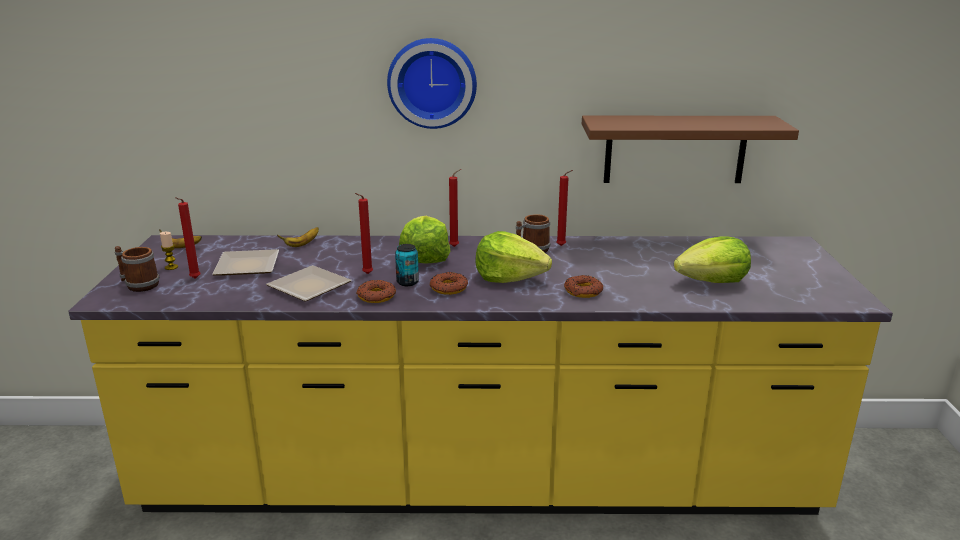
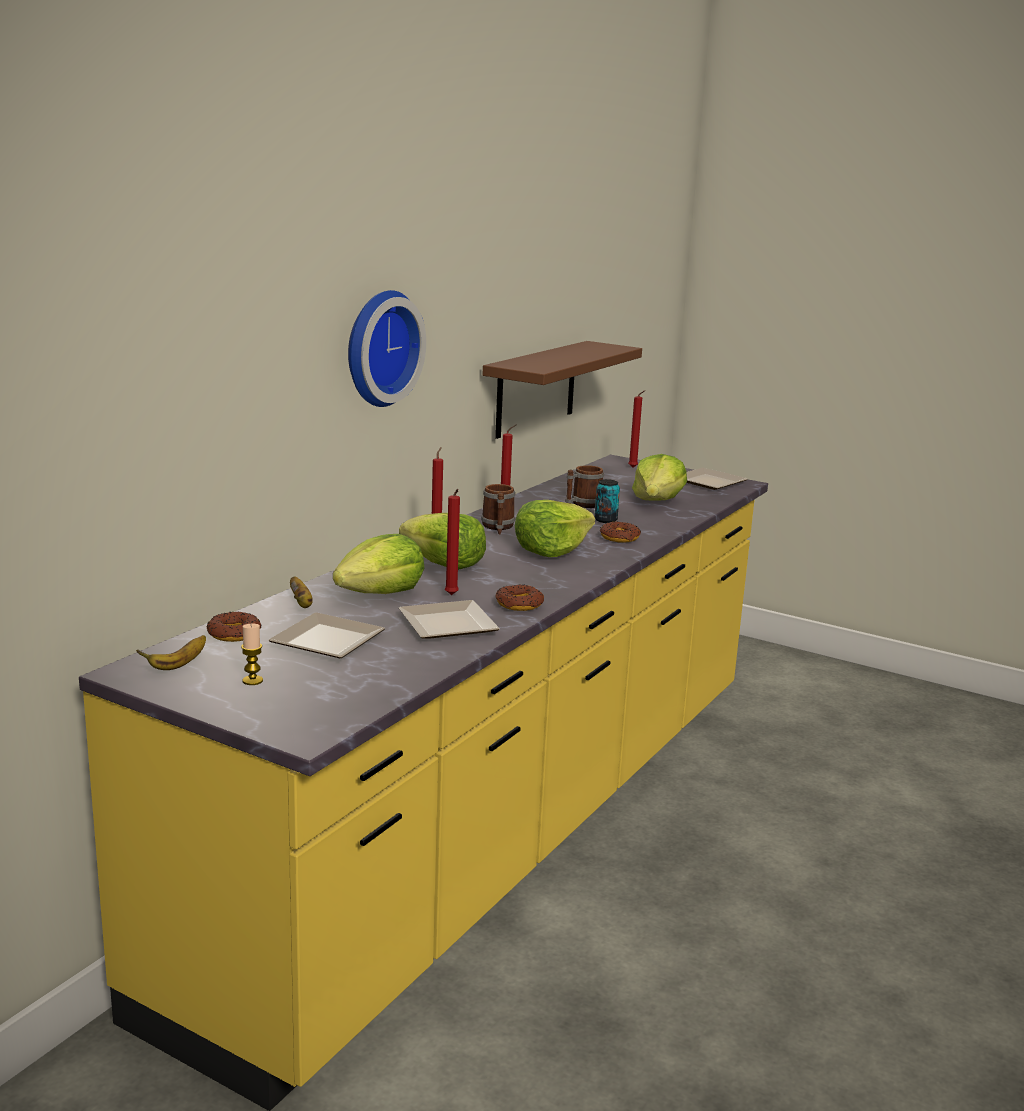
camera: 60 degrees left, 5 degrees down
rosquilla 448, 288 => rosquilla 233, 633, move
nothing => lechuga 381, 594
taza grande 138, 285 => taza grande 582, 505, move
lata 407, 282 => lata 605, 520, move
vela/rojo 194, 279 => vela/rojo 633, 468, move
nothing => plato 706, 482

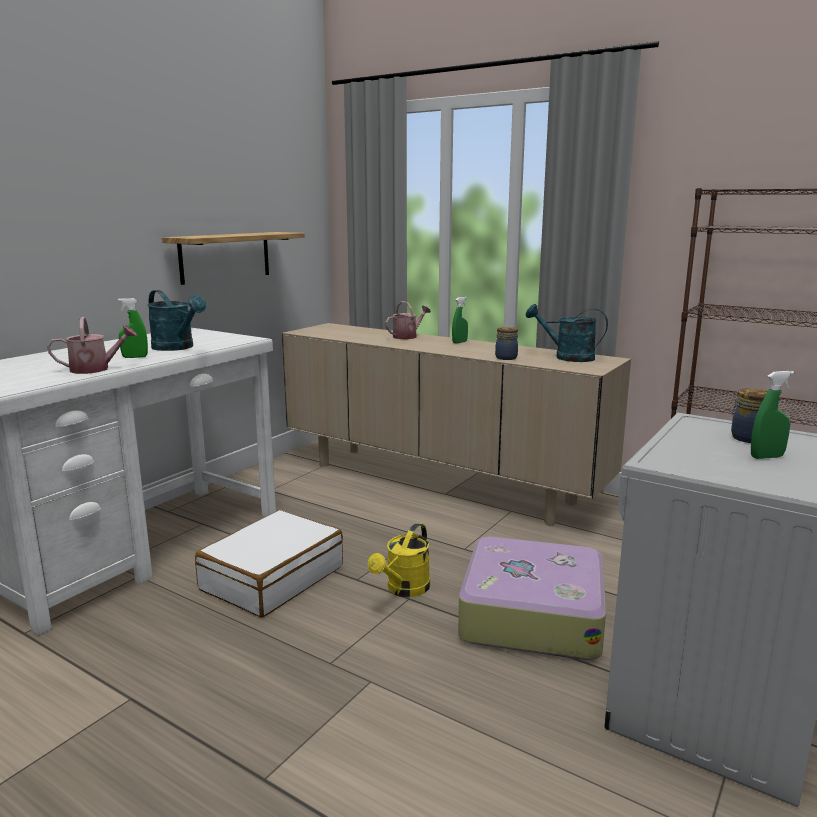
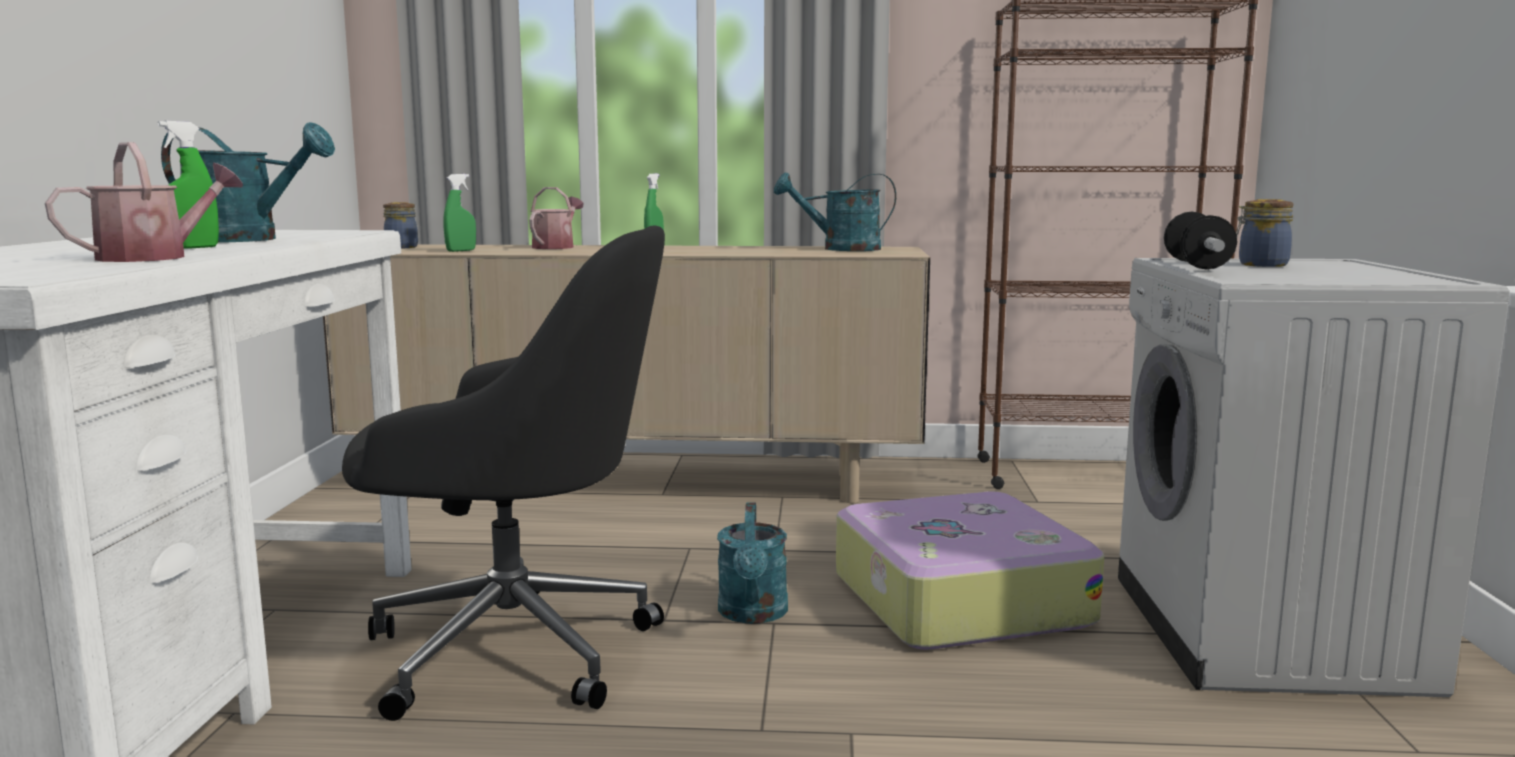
camera: 30 degrees left, 5 degrees down
maleta/blanco 272, 578 => silla de oficina/negro 516, 651
tarro 506, 358 => tarro 402, 247, move
pulverizador/verde 767, 457 => pulverizador/verde 461, 251, move
regadera/amarillo 404, 590 => regadera/turquesa 753, 614
nothing => mancuerna 1196, 265
estante 225, 257 => nothing

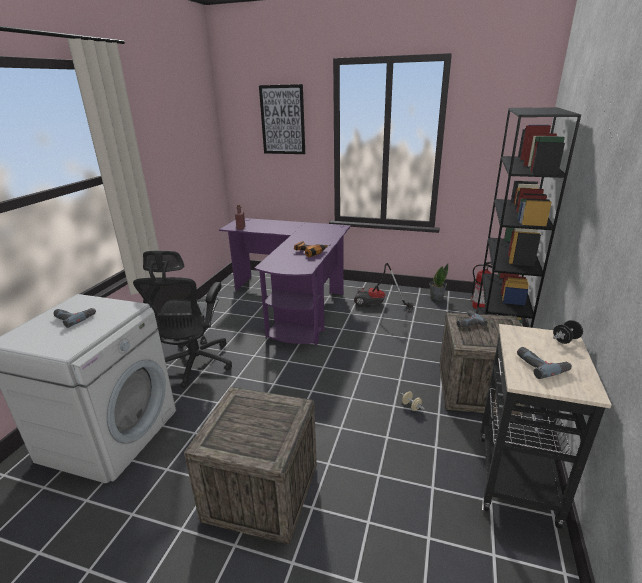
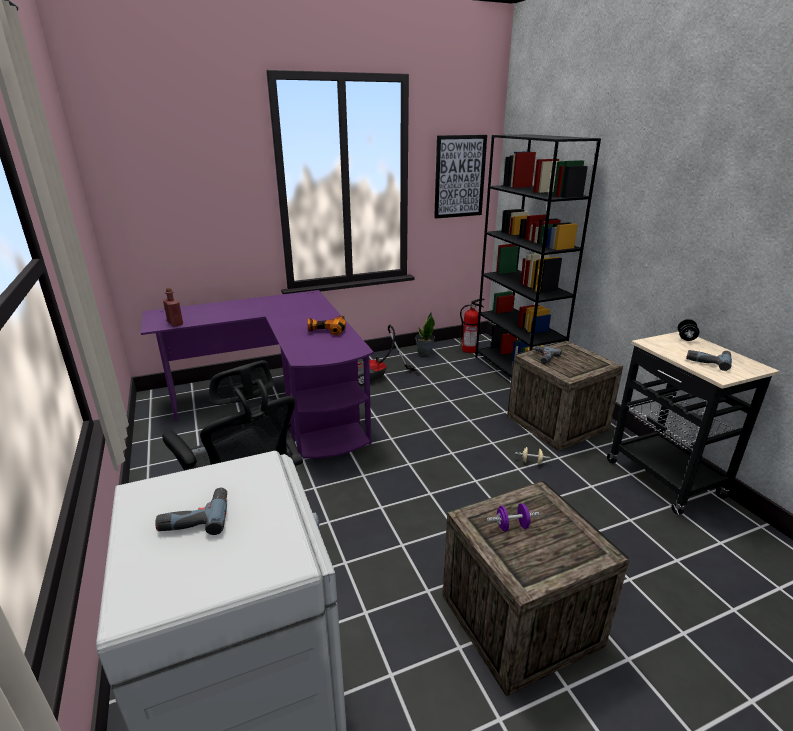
camera: 40 degrees left, 0 degrees up
cuadro 282, 120 => cuadro 459, 177, move
nothing => mancuerna/morado 512, 526

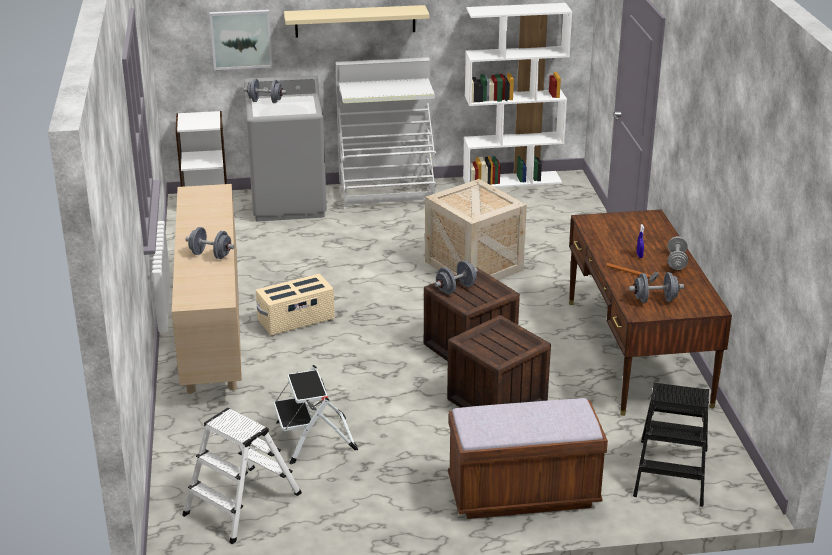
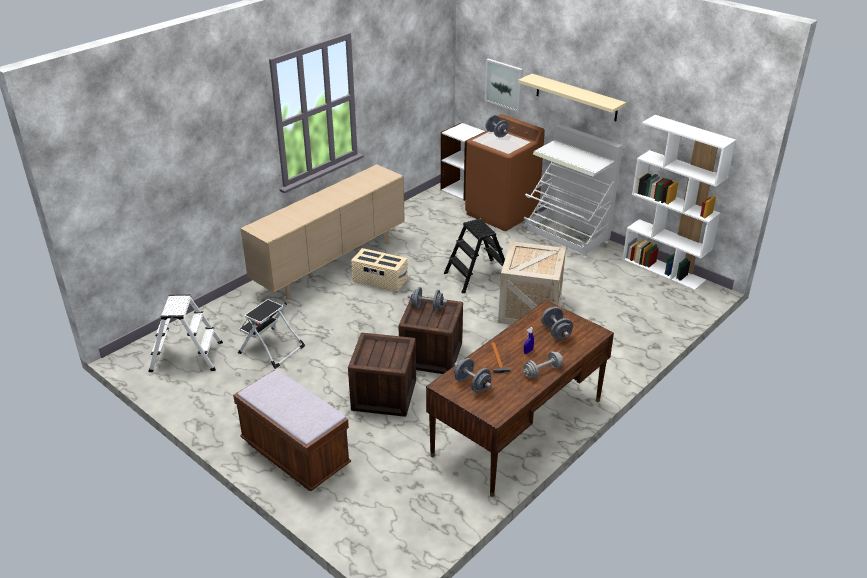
camera: 50 degrees right, 5 degrees up
escalera de tijera/negro 671, 471 => escalera de tijera/negro 477, 276, move
lavadora/gris 289, 203 => lavadora/marrón 502, 213
mancuerna/gris 210, 255 => mancuerna/gris 556, 332, move

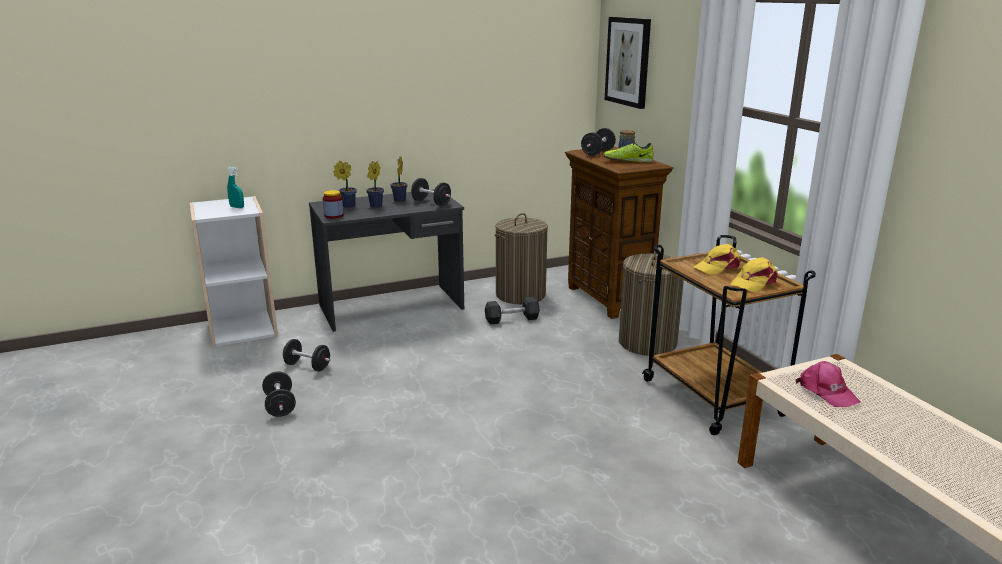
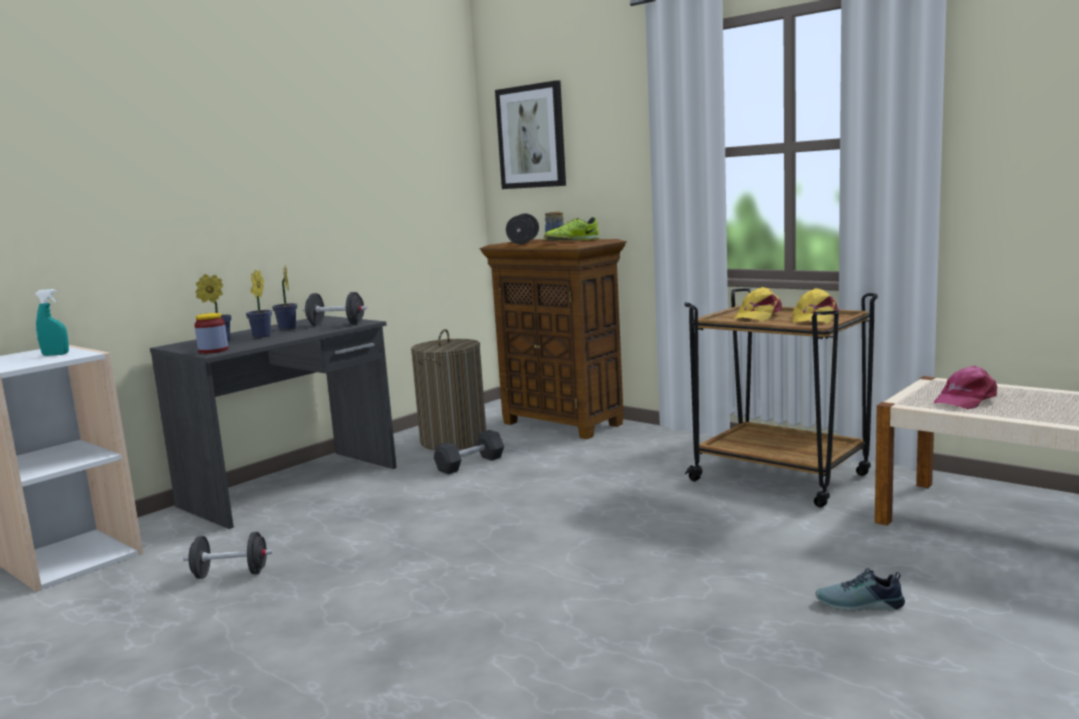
camera: 25 degrees left, 10 degrees down
nothing => zapato 860, 605
gorra/rosa 827, 392 => gorra/rosa 965, 400, 105 degrees clockwise
mancuerna/negro 280, 406 => nothing
cesto de la ropa 647, 342 => nothing

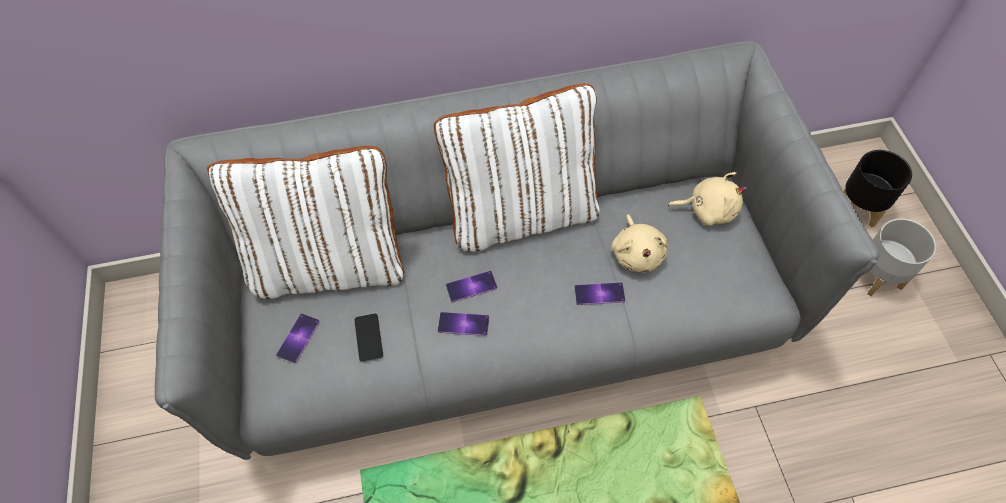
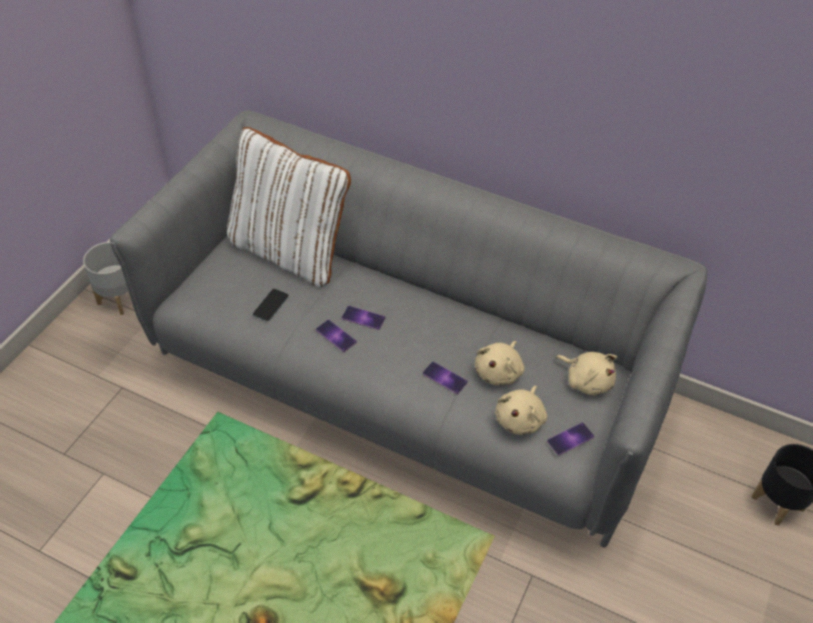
camera: 35 degrees right, 10 degrees down
maceta/gris 877, 276 => maceta/gris 120, 298, move
nothing => peluche/beis 520, 419
móvil 298, 338 => móvil 570, 439, move
cojín/blanco 522, 214 => nothing

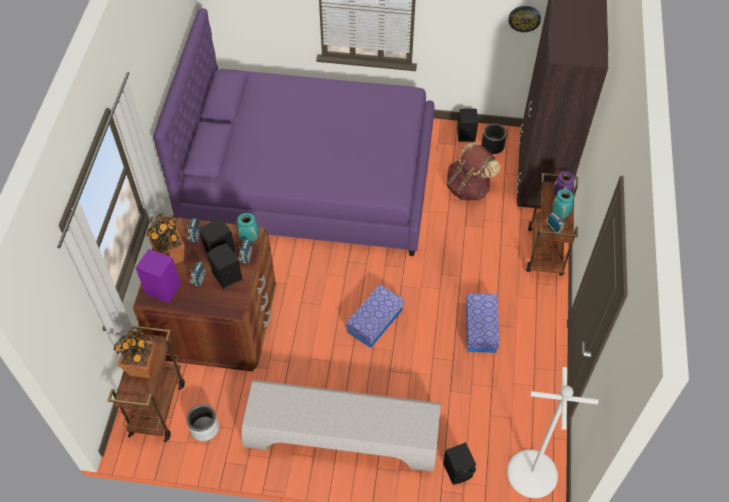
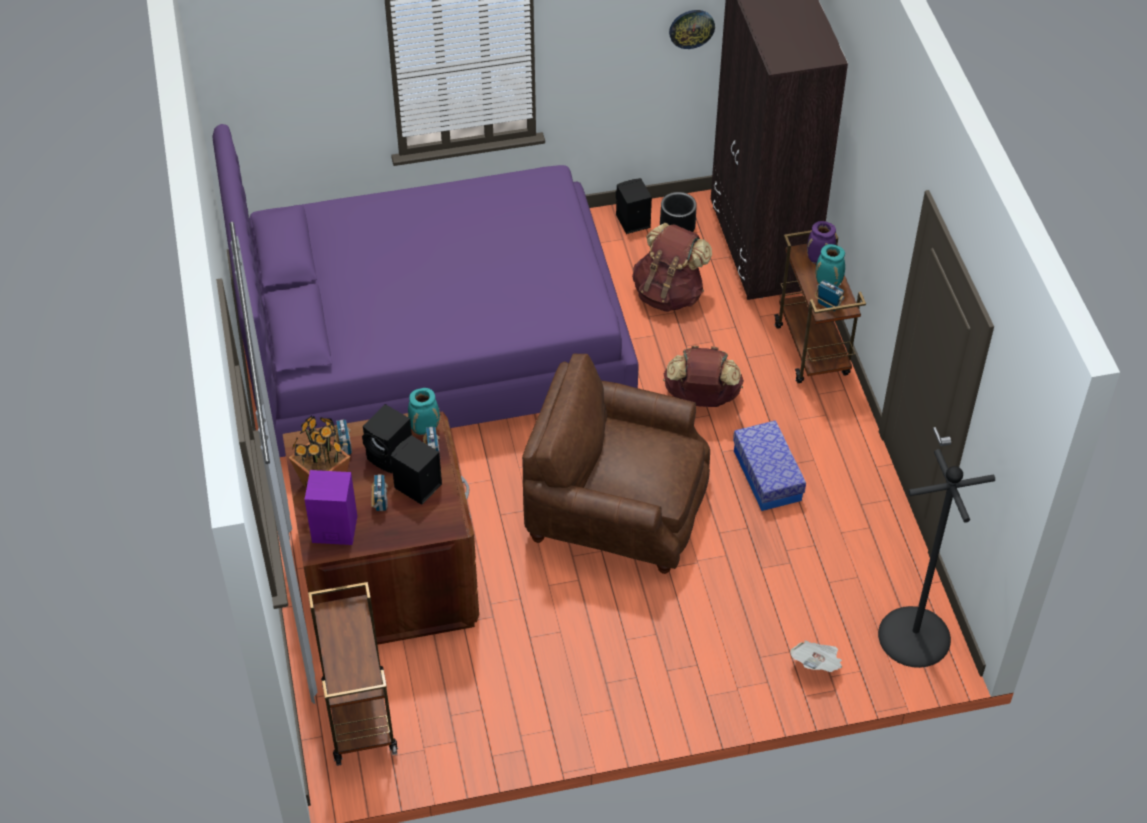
camera: 20 degrees left, 5 degrees down
caja de almacenaje 375, 321 => sillón/marrón 617, 509
nothing => mochila/marrón 701, 398
altavoz/negro 458, 470 => periódico 817, 663
perchero/blanco 532, 473 => perchero/negro 914, 636
planta en maceta 143, 367 => nothing
maceta/gris 205, 428 => nothing
banco/gris 342, 435 => nothing

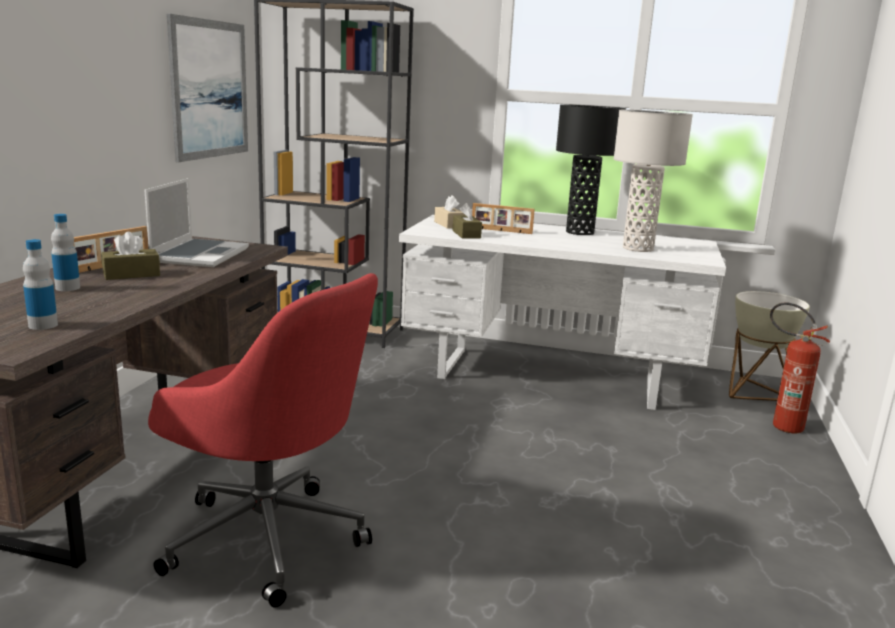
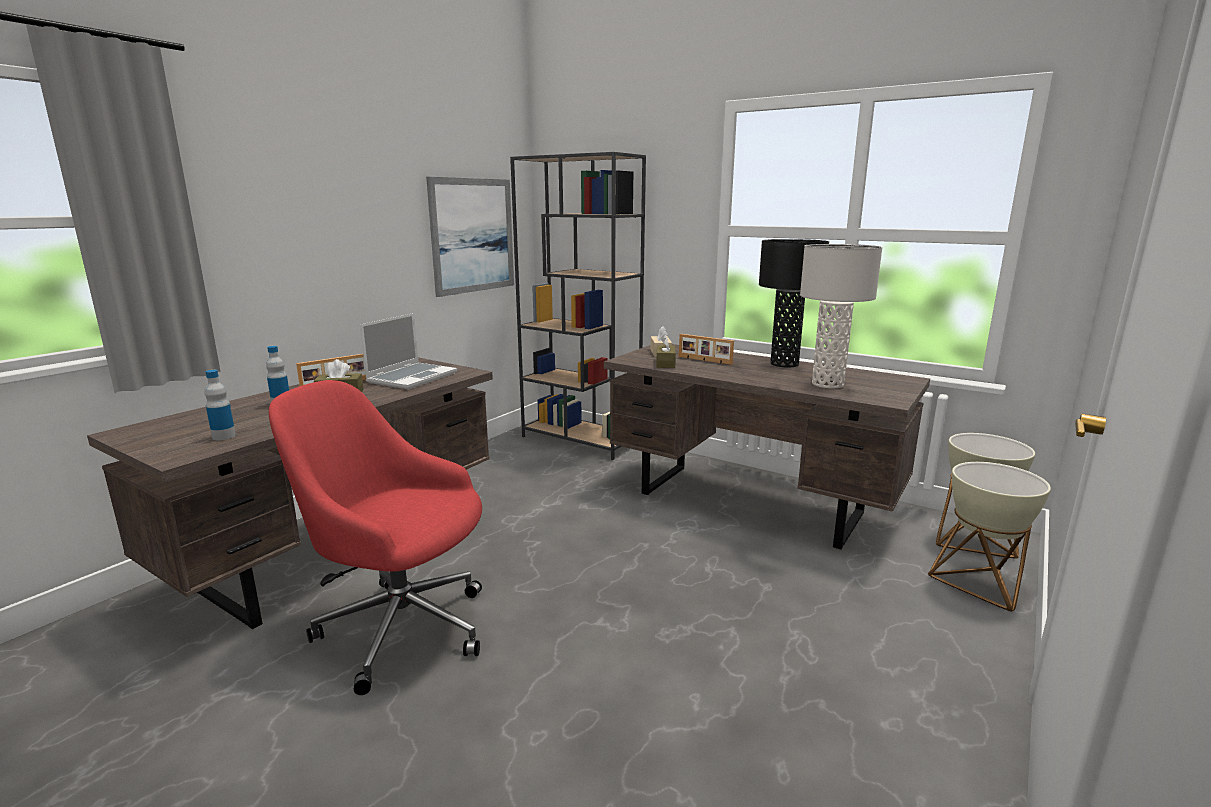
camera: 20 degrees right, 0 degrees up
silla de oficina/rojo 268, 540 => silla de oficina/rojo 401, 629, 150 degrees clockwise
escritorio/blanco 550, 377 => escritorio/marrón 750, 503
extintor 779, 425 => maceta 979, 584

